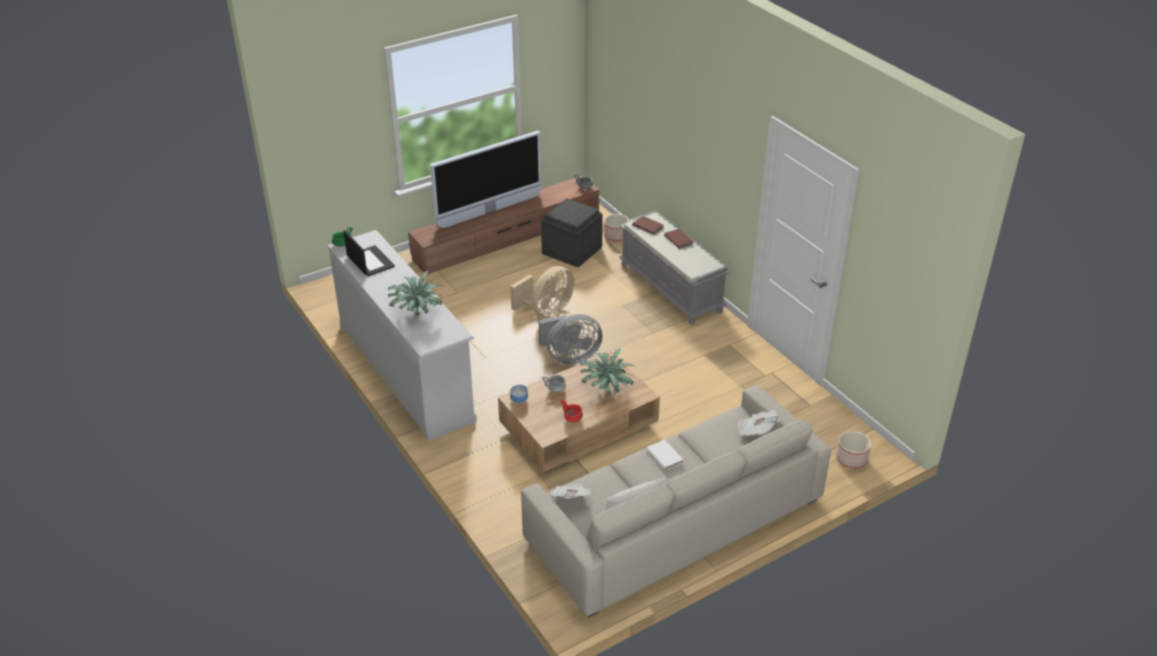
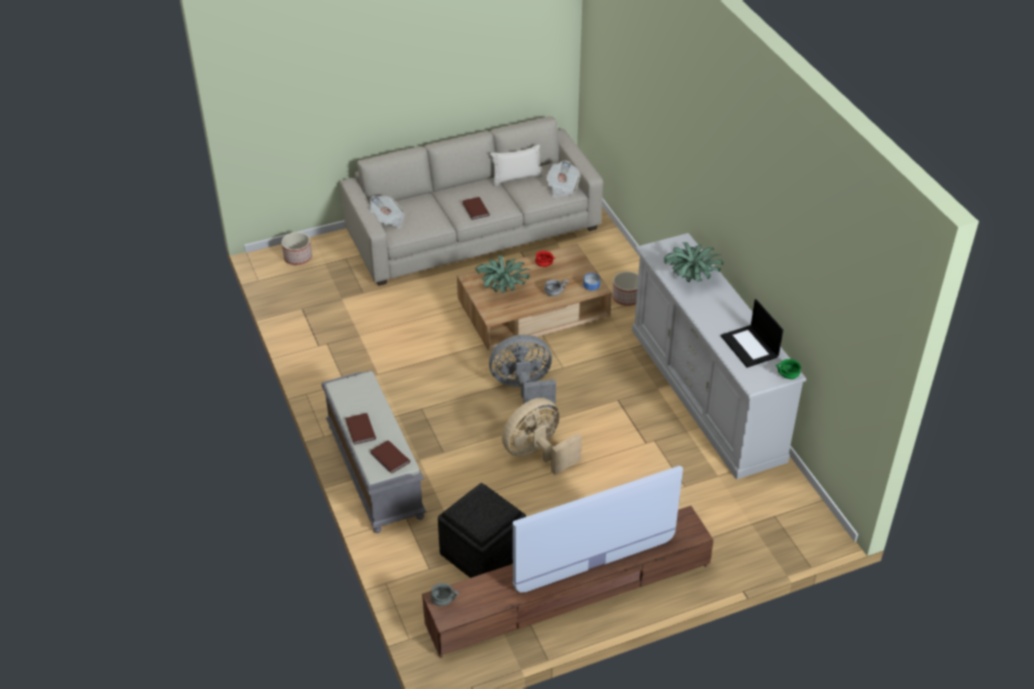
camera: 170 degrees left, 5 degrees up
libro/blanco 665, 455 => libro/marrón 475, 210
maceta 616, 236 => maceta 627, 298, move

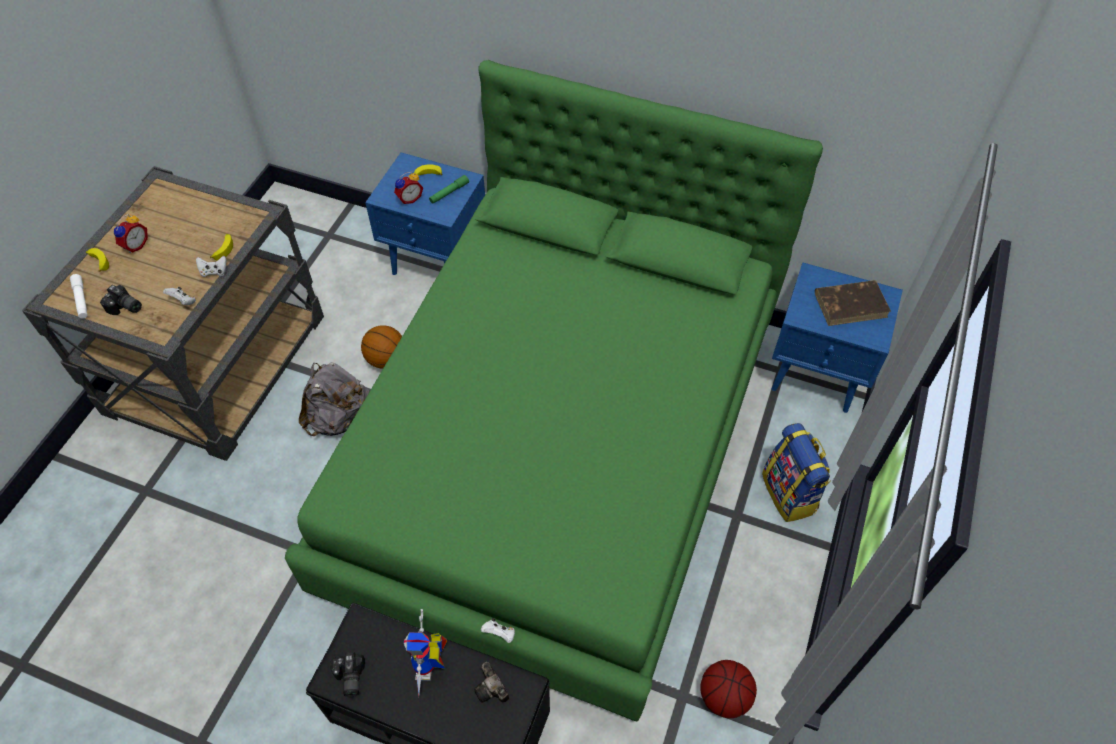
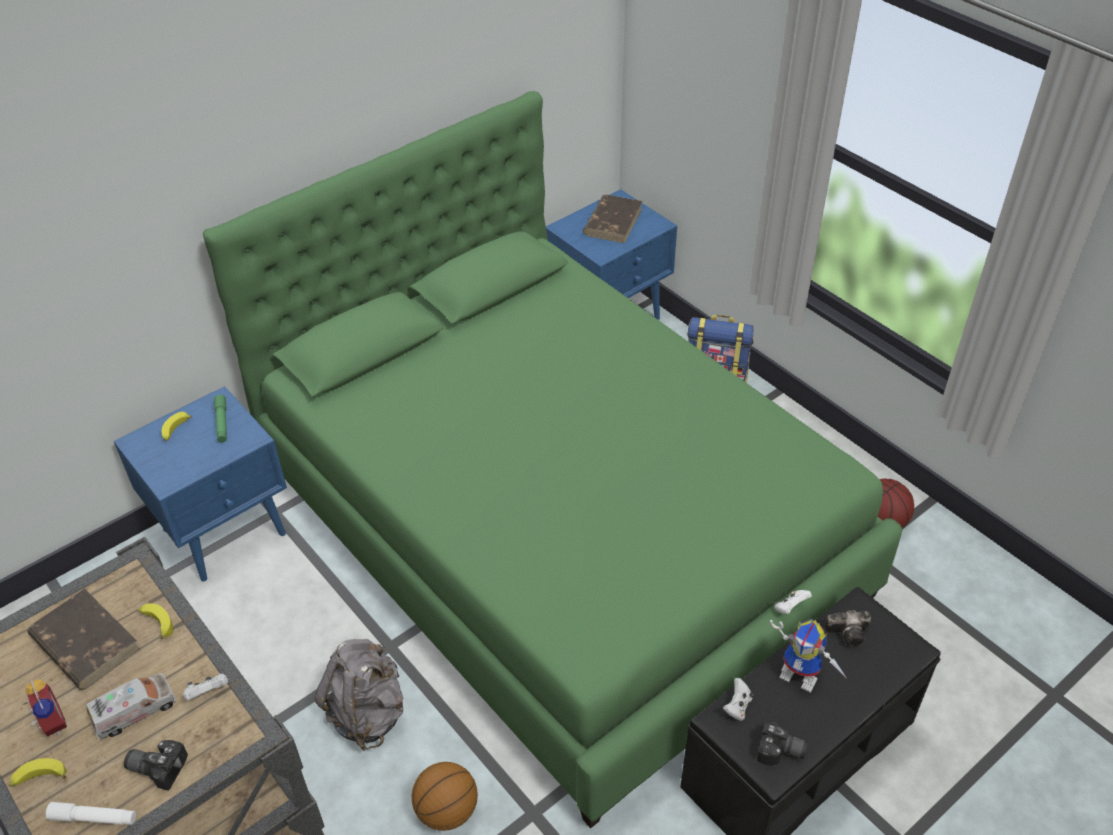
camera: 60 degrees left, 10 degrees down
nothing => libro/marrón 84, 642
nothing => camión de juguete 134, 711
cámara 125, 308 => cámara 158, 766, 135 degrees counterclockwise
balón de baloncesto 386, 359 => balón de baloncesto 446, 811, move
mando de consola/blanco 214, 272 => mando de consola/blanco 737, 706, move
despertador 409, 198 => nothing

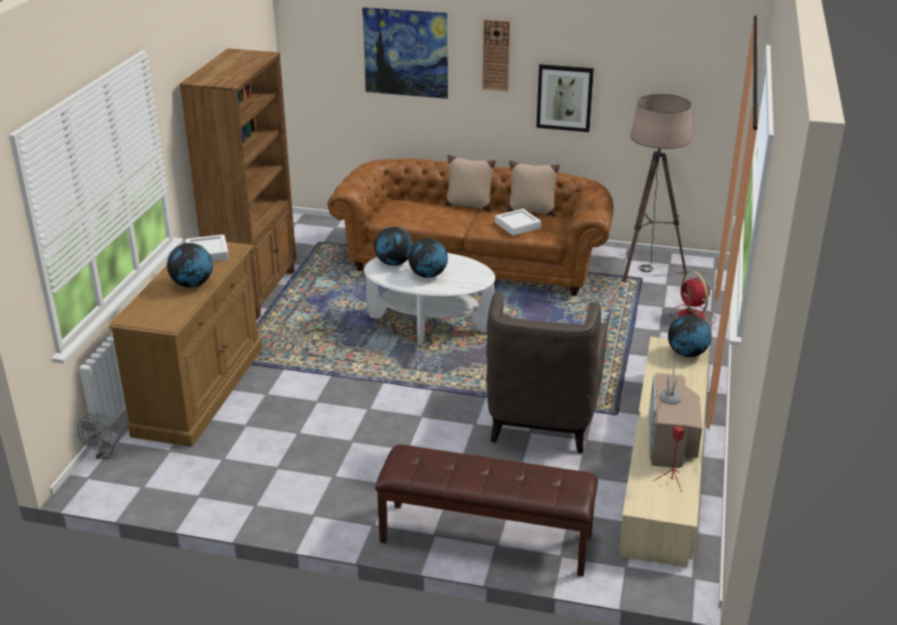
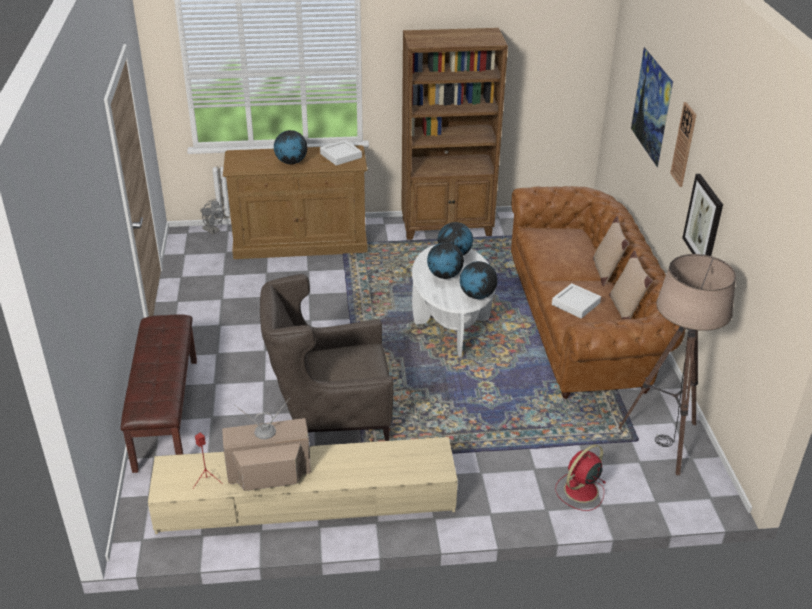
camera: 70 degrees right, 5 degrees up
ventilador/gris 105, 454 => ventilador/gris 213, 231, 120 degrees counterclockwise
globo terráqueo 687, 354 => globo terráqueo 477, 295, move

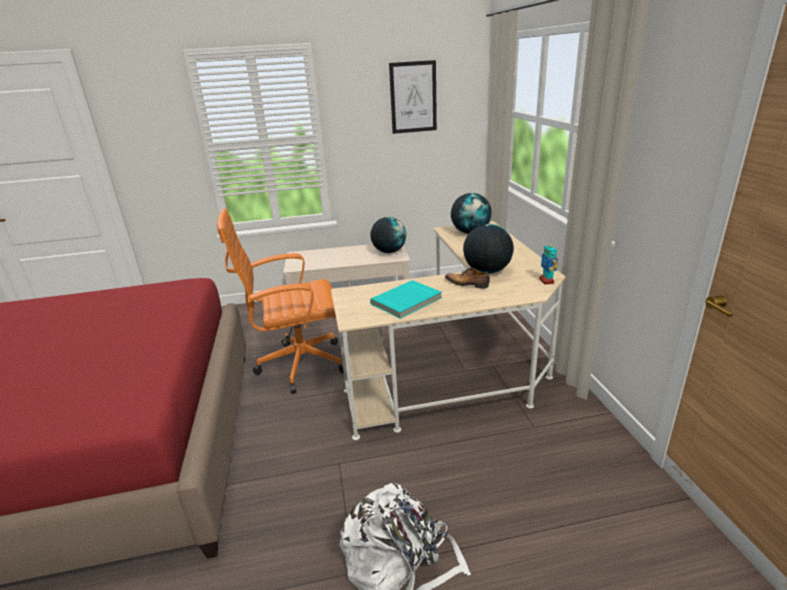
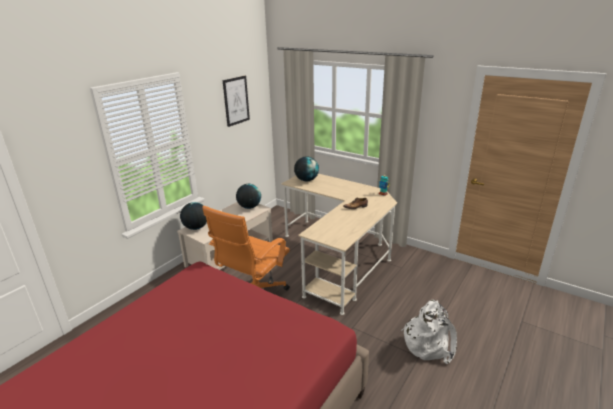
camera: 45 degrees left, 0 degrees up
globo terráqueo 487, 271 => globo terráqueo 196, 228, move
libro/turquesa 407, 301 => nothing

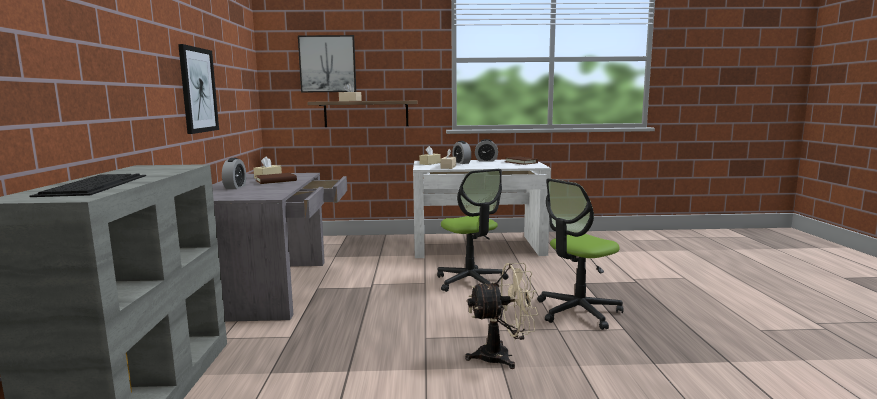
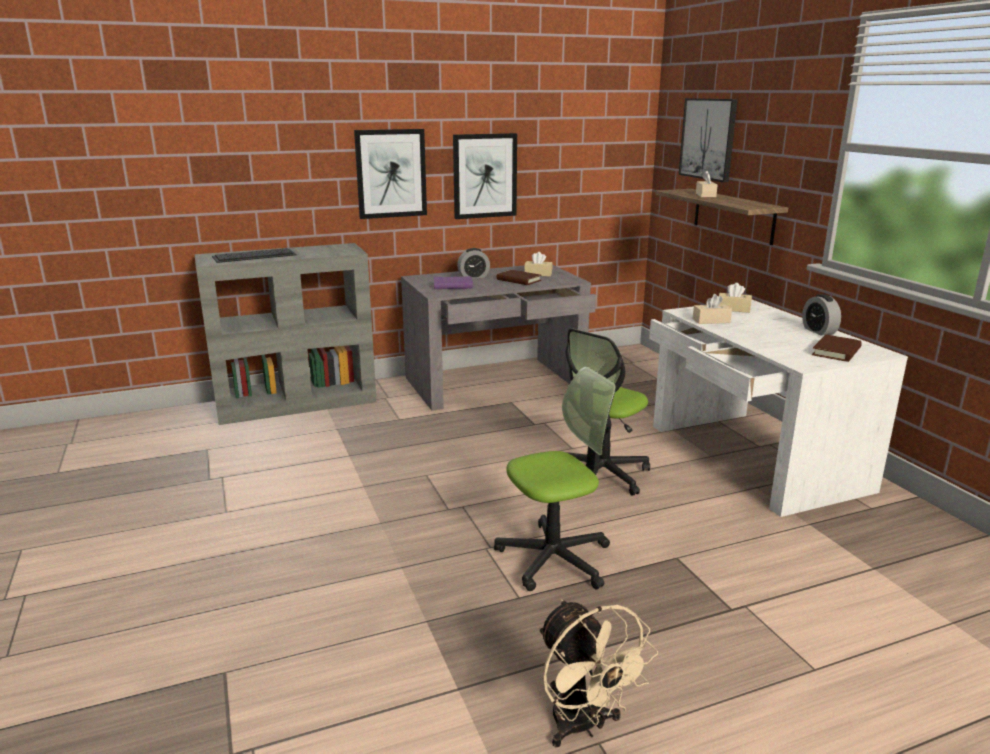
camera: 70 degrees right, 10 degrees up
nothing => cuadro 391, 173
nothing => libro/morado 453, 286
silla de oficina 578, 312 => silla de oficina 554, 558, 120 degrees clockwise
ventilador/beis 502, 356 => ventilador/beis 583, 726, move
despertador 461, 163 => nothing

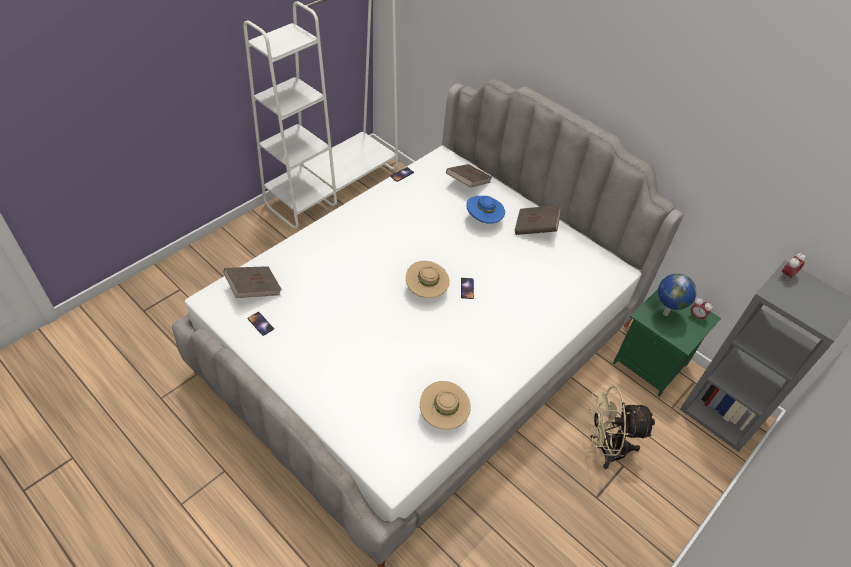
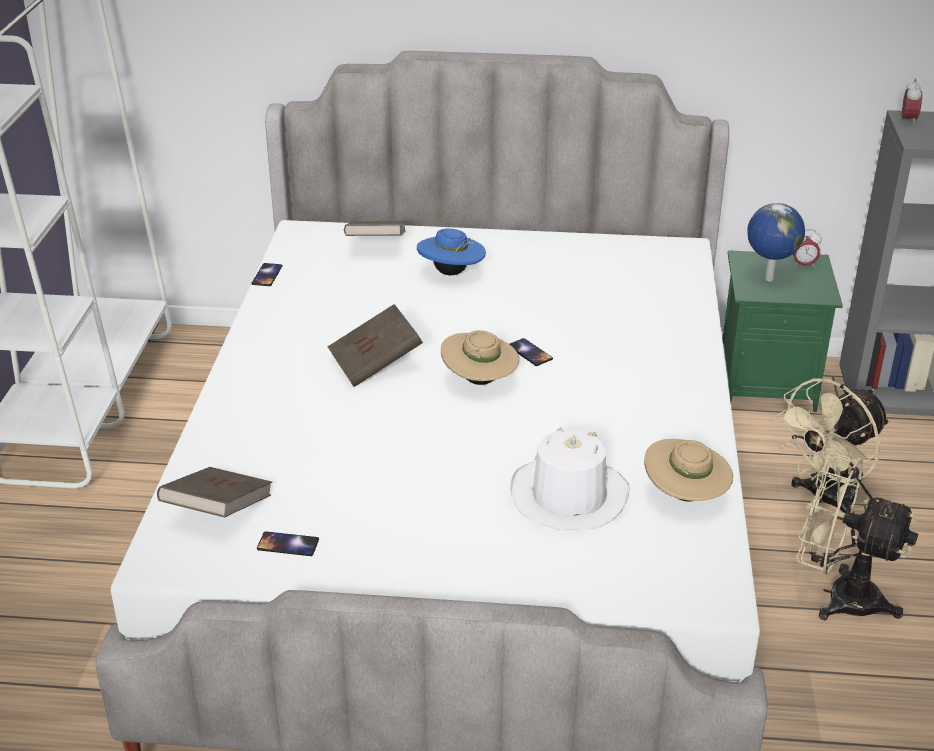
camera: 35 degrees left, 15 degrees down
libro/marrón 535, 228 => libro/marrón 375, 364, move
nothing => sombrero/blanco 568, 496
nothing => ventilador/beis 839, 596

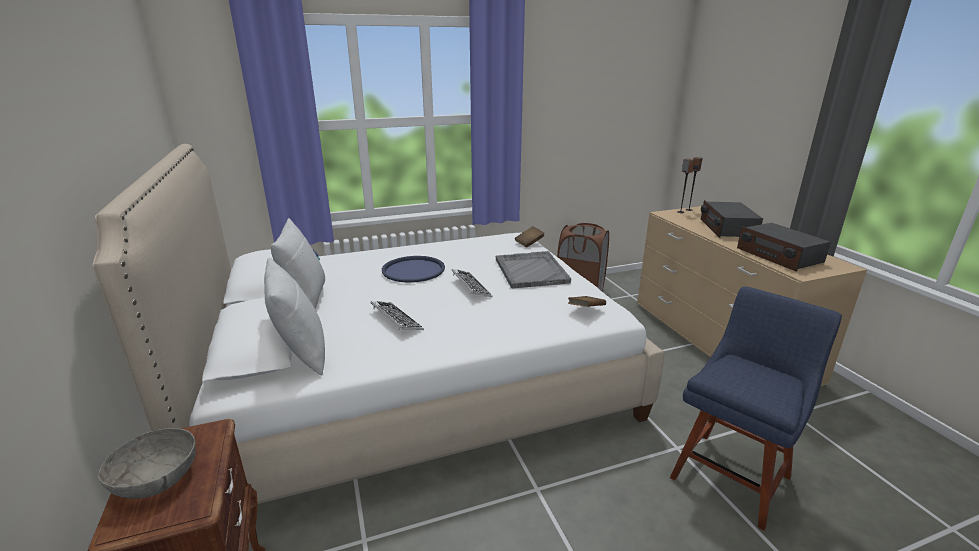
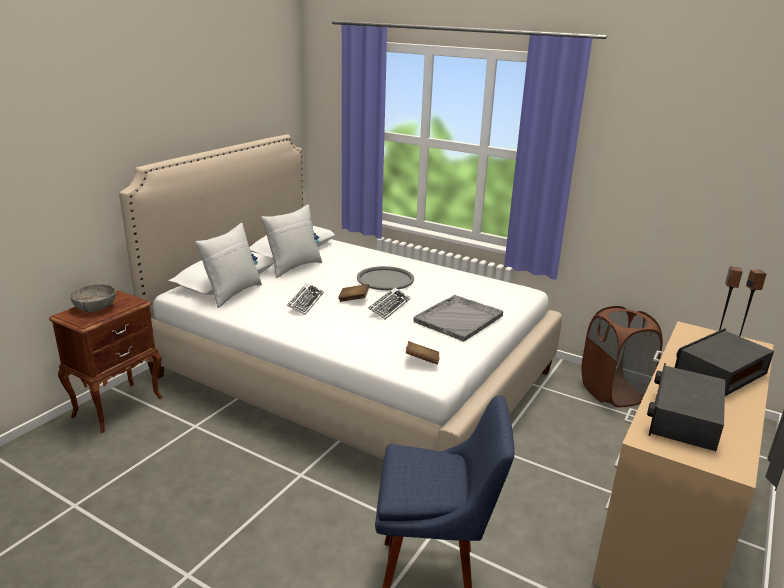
camera: 50 degrees right, 0 degrees up
libro/marrón 529, 243 => libro/marrón 353, 299, move
bandeja/azul 413, 270 => bandeja/gris 385, 279

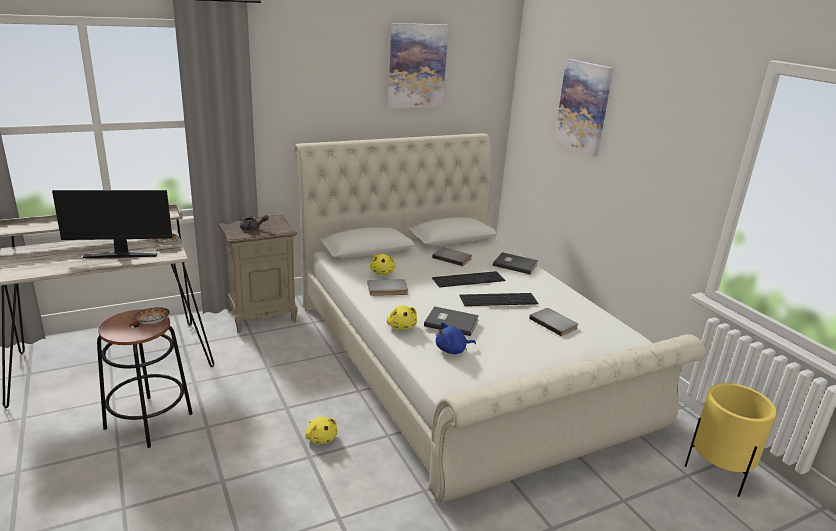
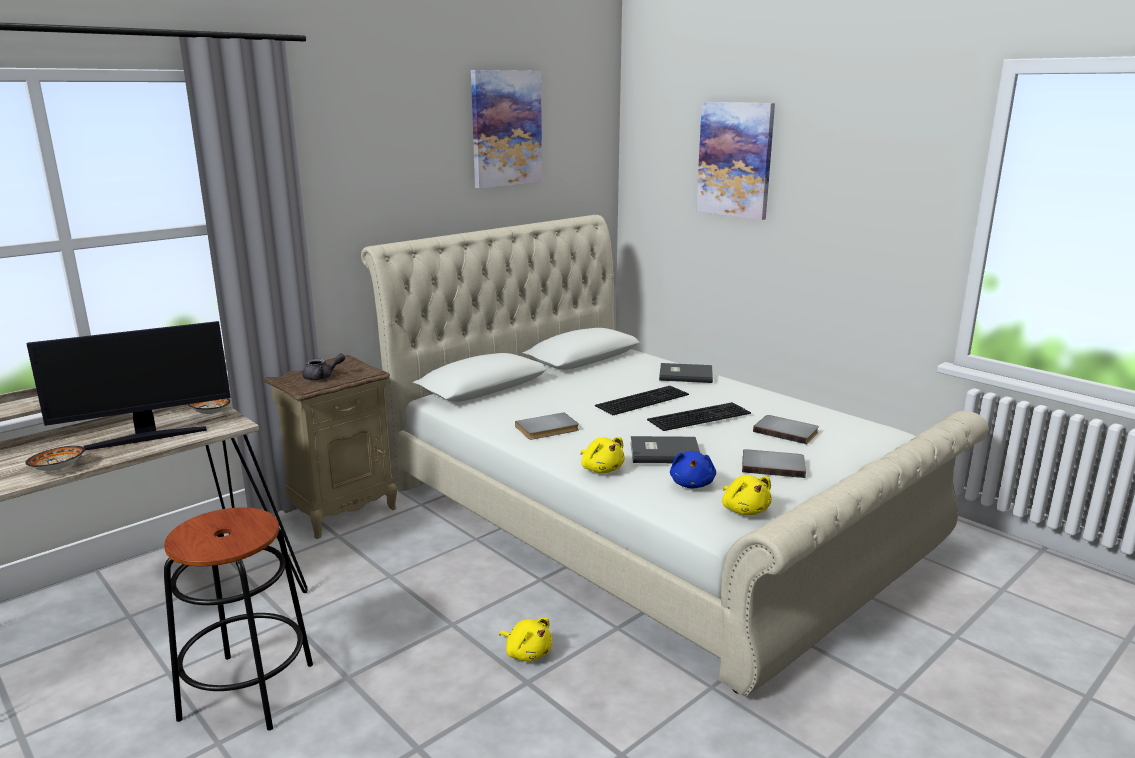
camera: 15 degrees left, 5 degrees down
cuenco 153, 322 => cuenco 60, 469, move
peluche/azul 452, 350 => peluche/azul 692, 484, 45 degrees counterclockwise
peluche/amarillo 382, 272 => peluche/amarillo 744, 510, move
libro/gris 452, 258 => libro/gris 773, 465, move
maceta/amarillo 717, 473 => nothing

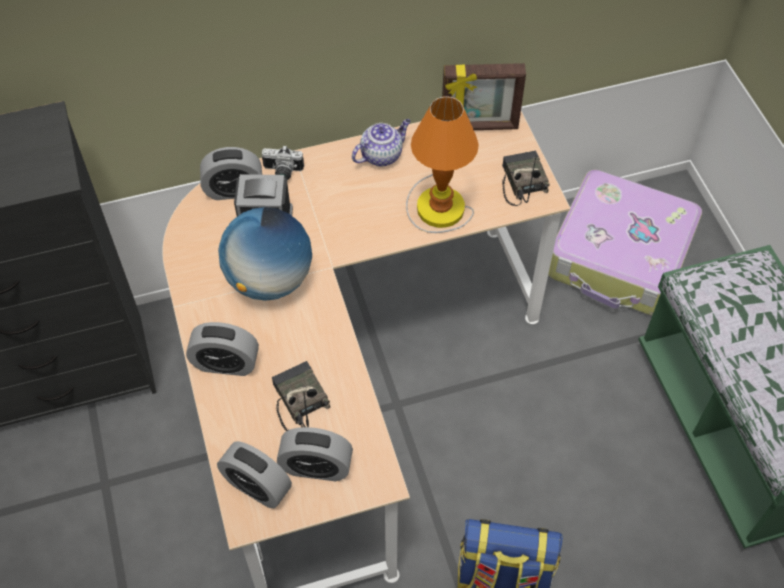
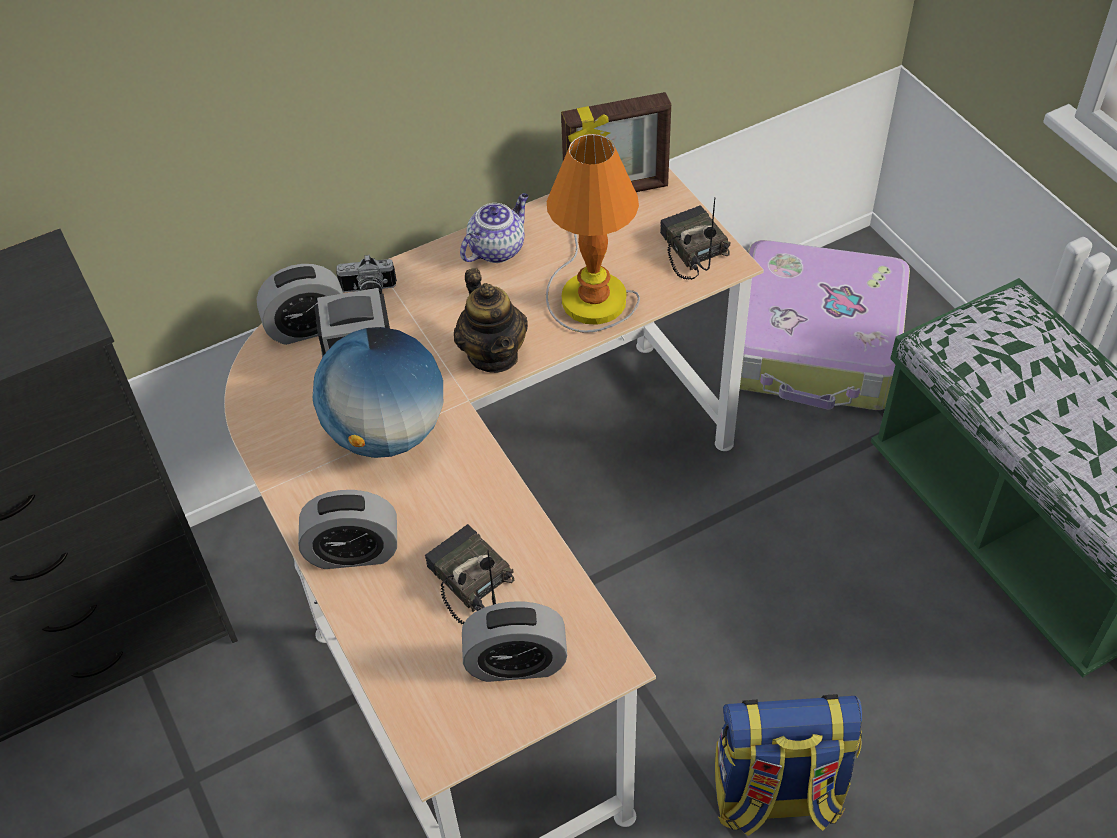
camera: 10 degrees left, 5 degrees down
nothing => tetera 493, 354
despertador 257, 486 => nothing

